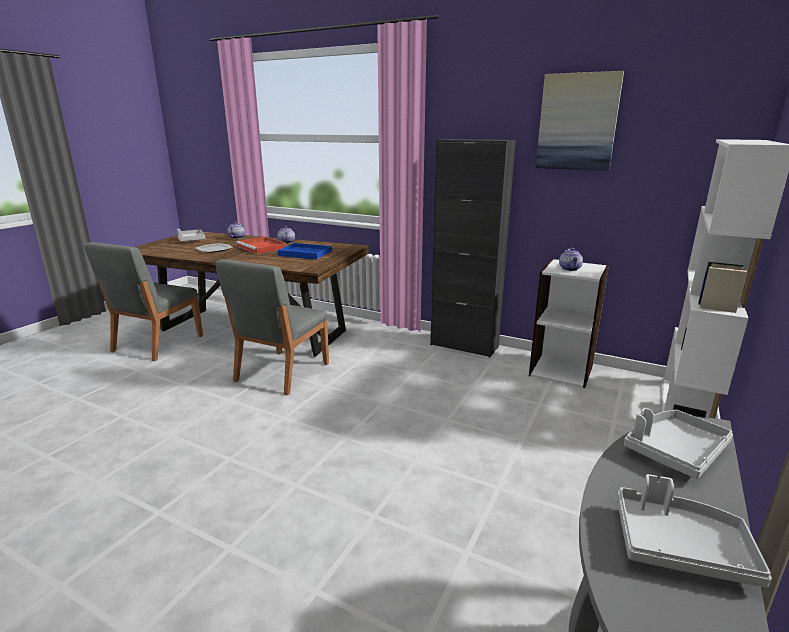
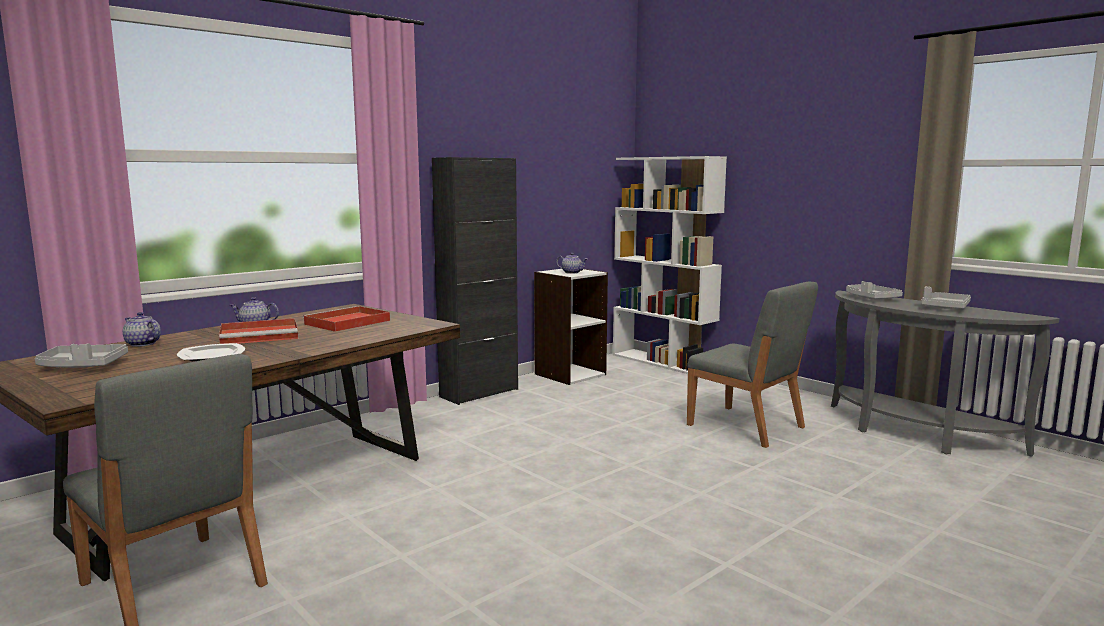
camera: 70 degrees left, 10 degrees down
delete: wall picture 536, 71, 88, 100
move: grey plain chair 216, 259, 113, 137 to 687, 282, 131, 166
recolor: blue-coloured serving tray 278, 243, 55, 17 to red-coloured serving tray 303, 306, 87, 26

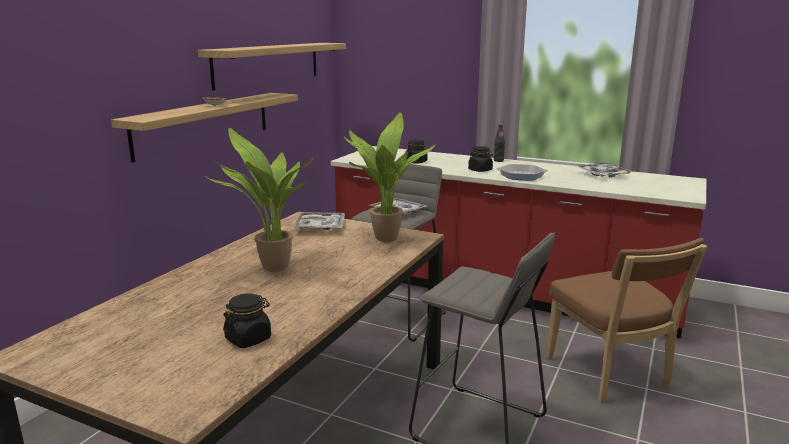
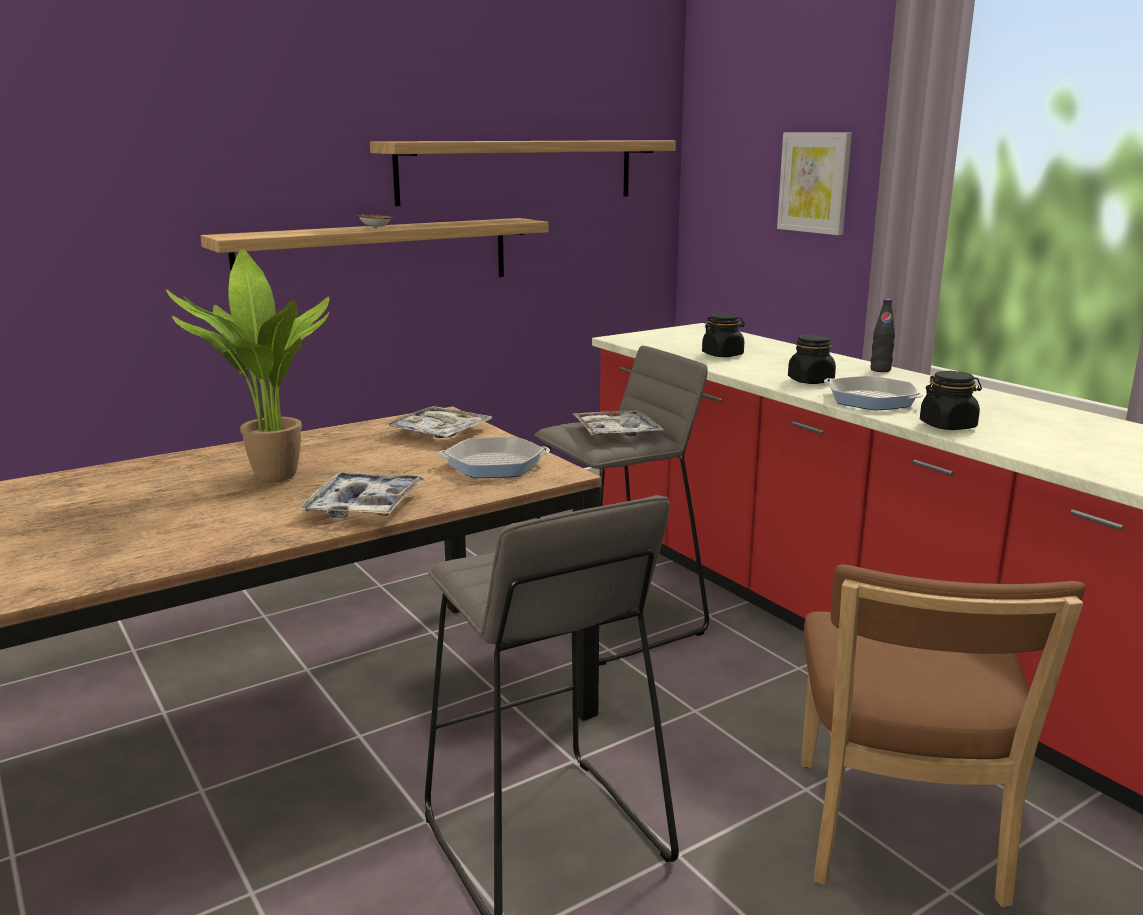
camera: 30 degrees right, 0 degrees up
insert: wall picture 777, 133, 75, 102
move: blackish preserve jar 223, 293, 48, 55 to 920, 371, 62, 59; serving tray 576, 162, 57, 16 to 298, 472, 127, 46
replace: plant in a pot 343, 112, 92, 130 to frying pan 438, 437, 112, 41

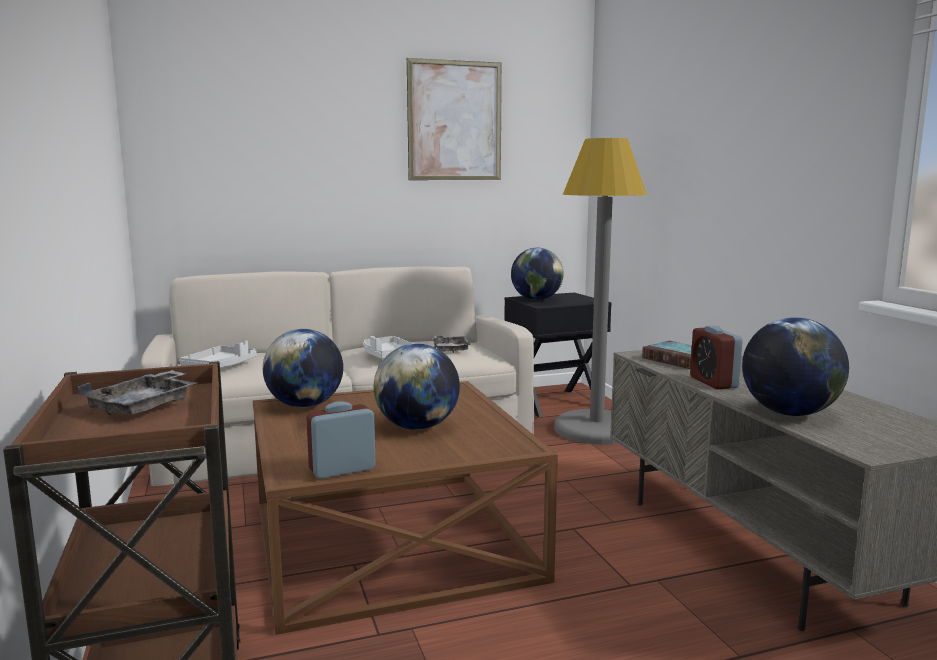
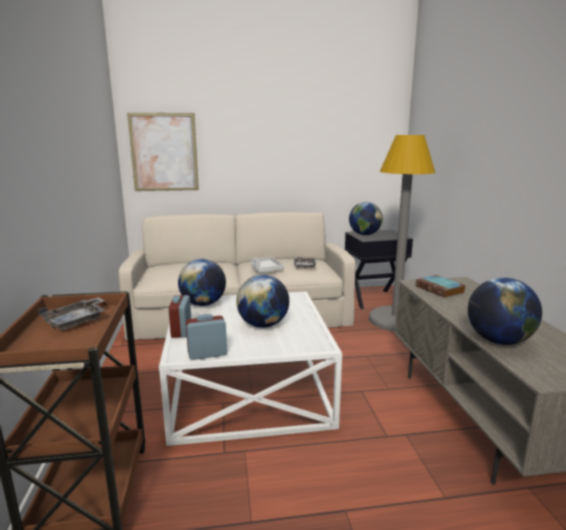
camera: 10 degrees right, 5 degrees up
delete: grey serving tray 180, 341, 77, 27
move: wall picture 407, 58, 95, 122 to 127, 113, 72, 78; alarm clock 690, 326, 53, 63 to 169, 295, 22, 43
recolor: brown-coloured lounge table 253, 381, 305, 254 to whitish lounge table 159, 292, 183, 154

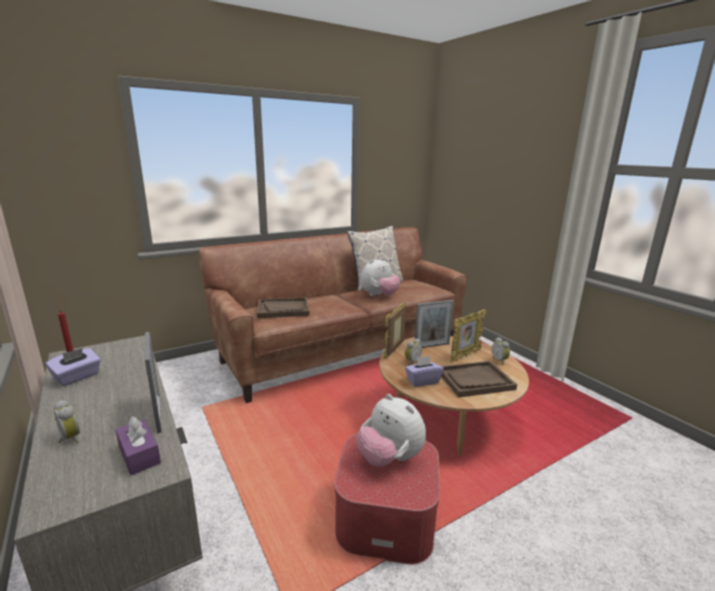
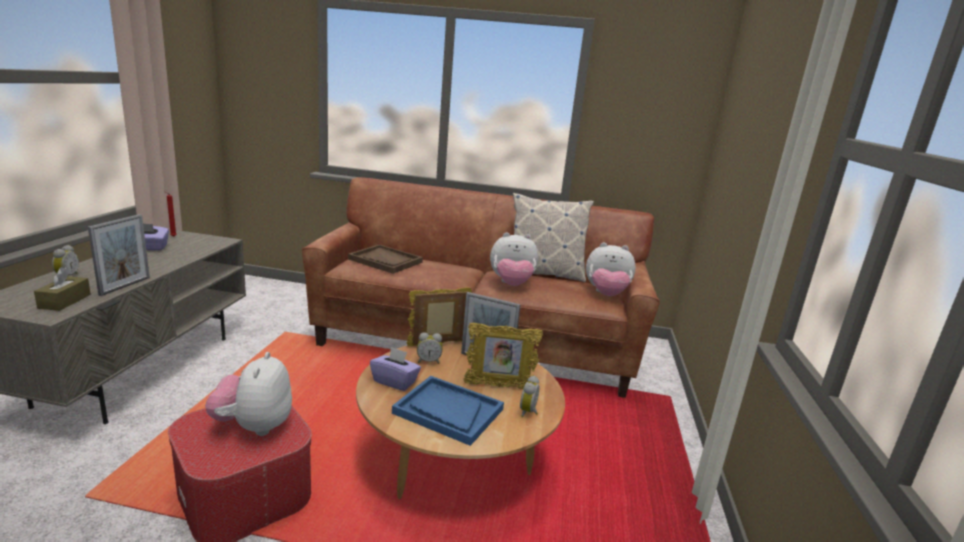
camera: 40 degrees right, 0 degrees up
insert: cuddly toy 586, 242, 50, 54
recolor: purplish box of tissues 116, 417, 45, 58 to brown-coloured box of tissues 34, 267, 57, 44; brown-coloured serving tray 441, 361, 76, 36 to blue-coloured serving tray 392, 376, 112, 70

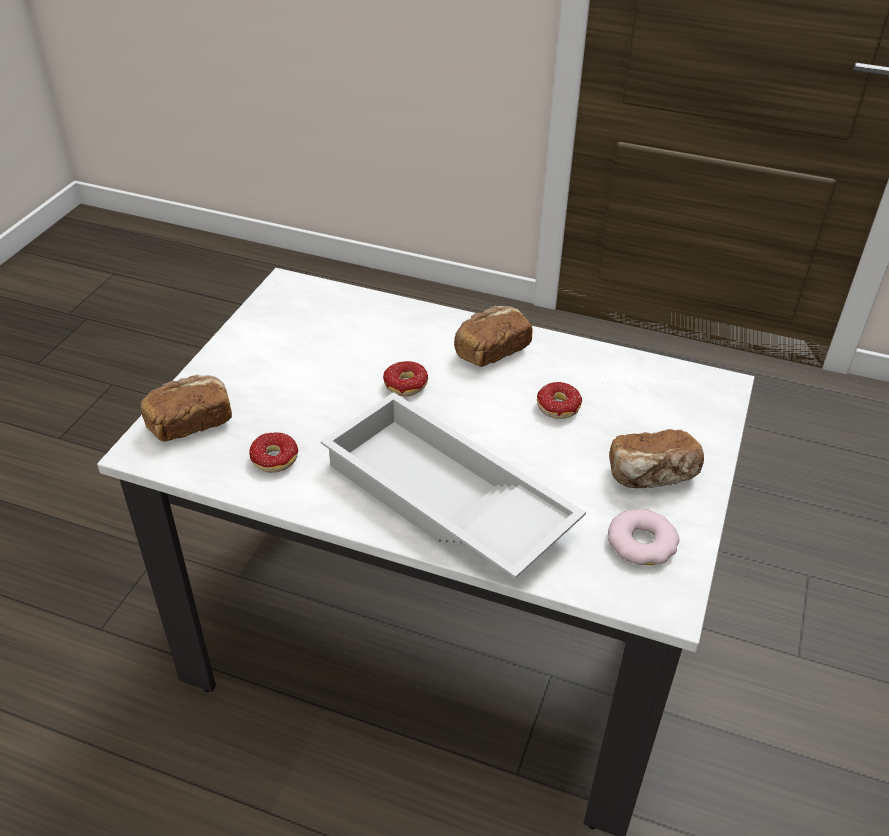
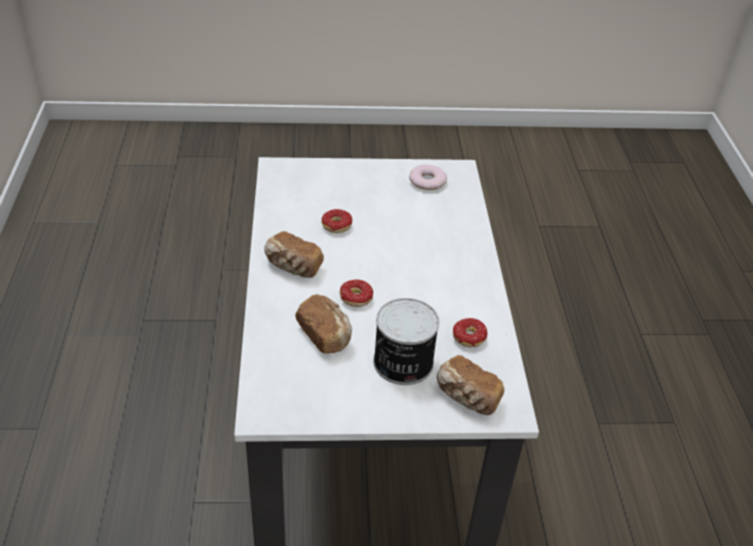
camera: 115 degrees left, 0 degrees up
delete: whitish serving tray 321, 392, 265, 187
insert: sealed can 373, 298, 66, 87
move: bread 609, 429, 95, 59 to 295, 294, 57, 60

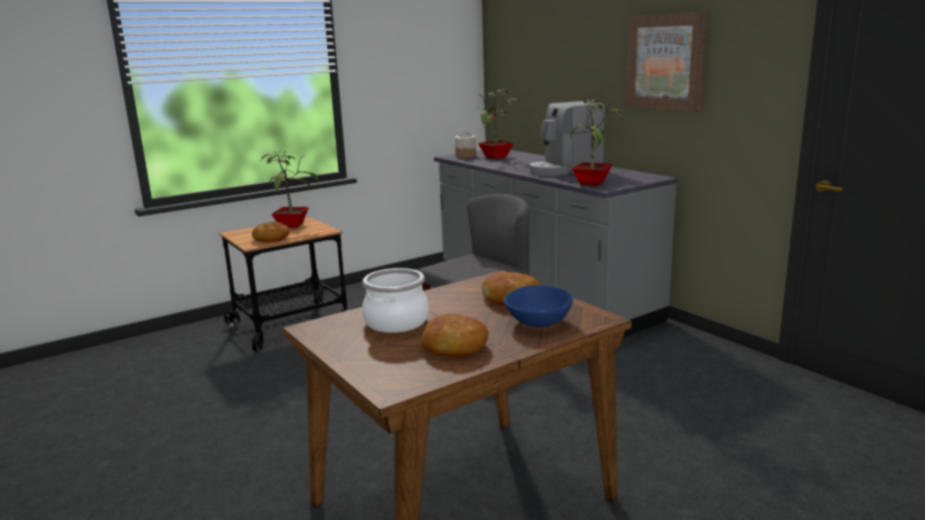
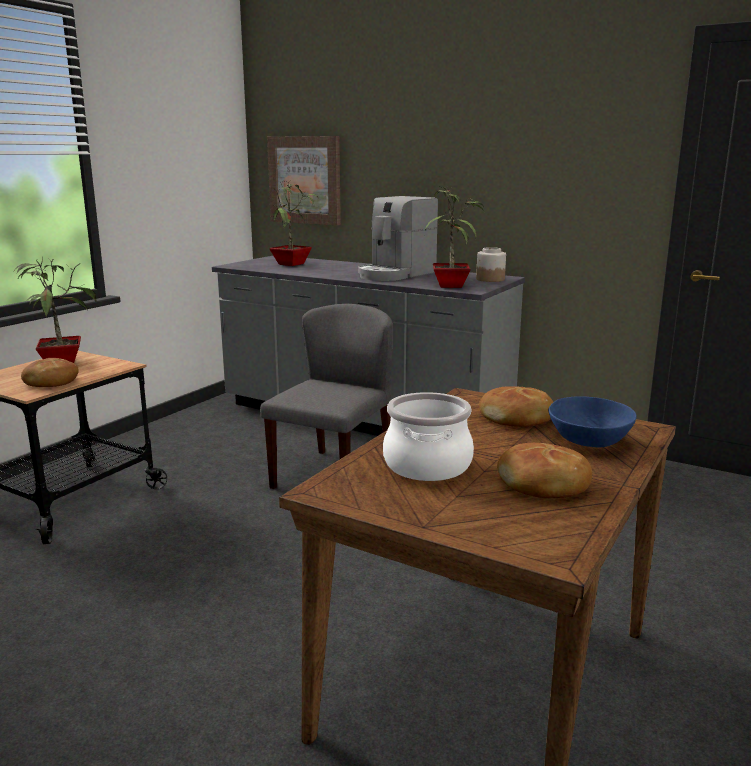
camera: 25 degrees left, 0 degrees up
move: preserve jar 455, 133, 21, 25 to 476, 247, 30, 35; wall picture 626, 12, 82, 100 to 267, 136, 74, 89

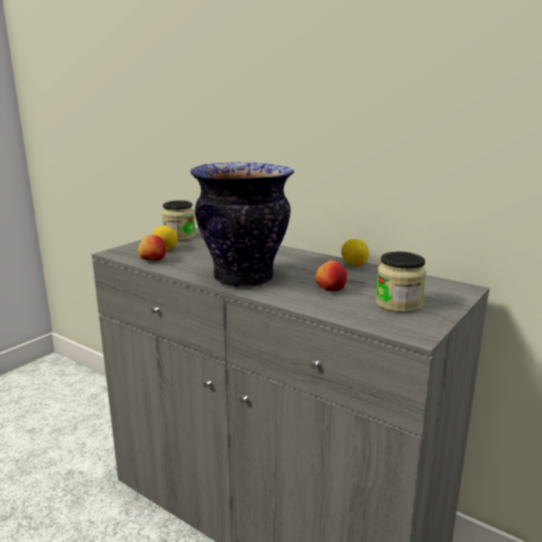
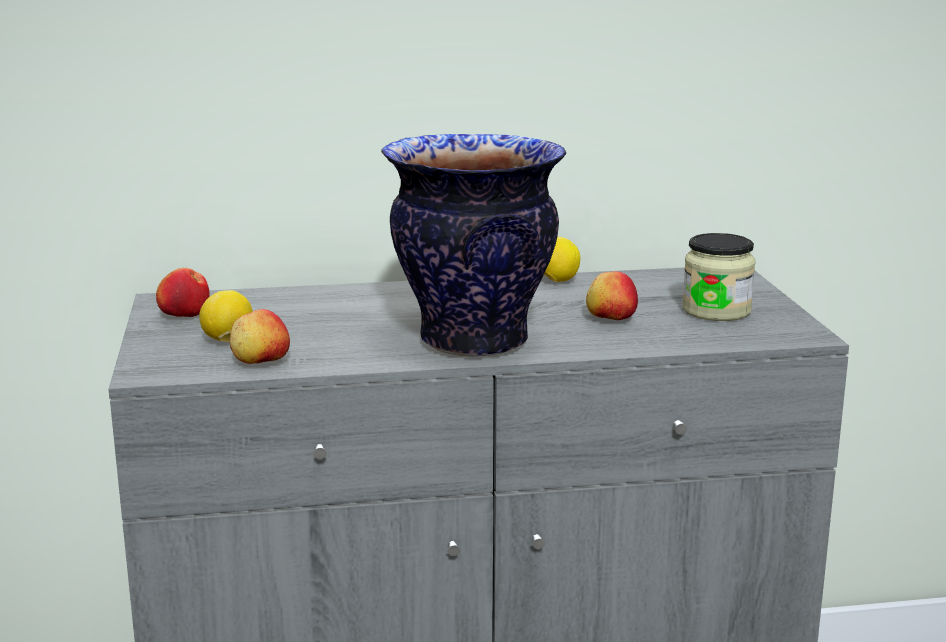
camera: 45 degrees left, 0 degrees up
replace: preserve jar 162, 200, 34, 41 to apple 156, 268, 54, 49

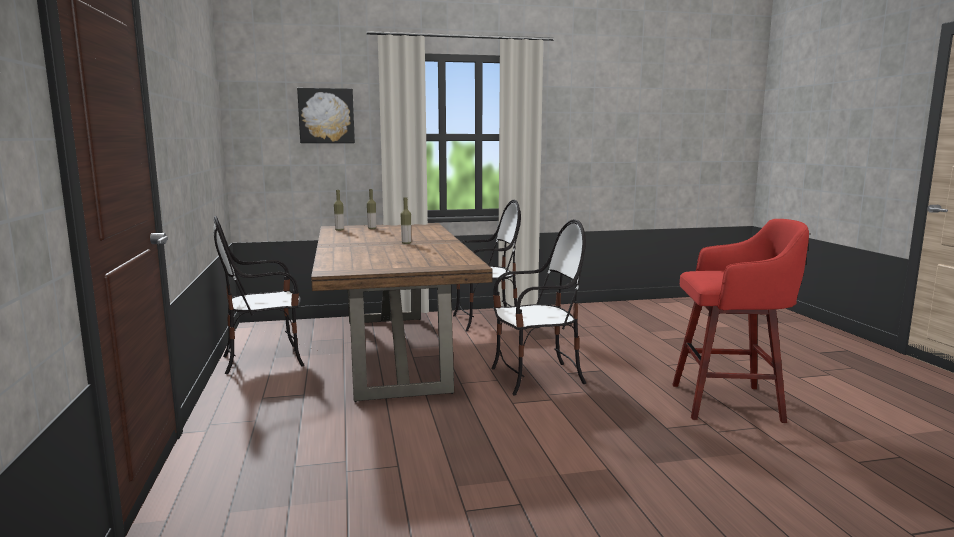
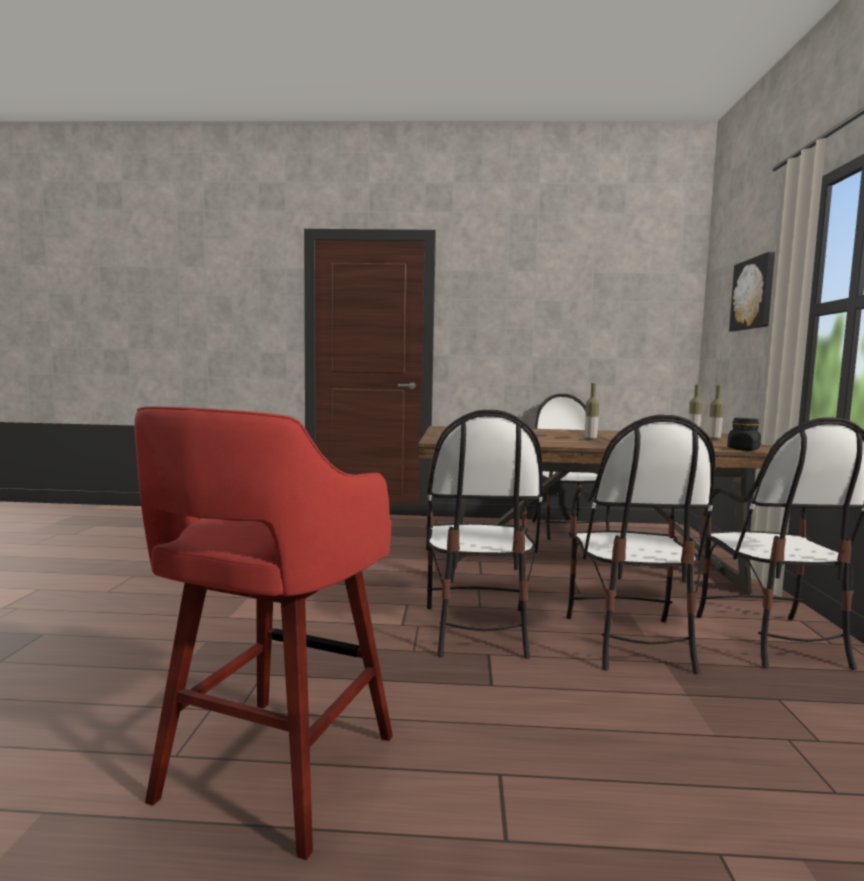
camera: 105 degrees right, 5 degrees down
insert: plain chair 566, 415, 149, 259; blackish preserve jar 727, 418, 34, 33

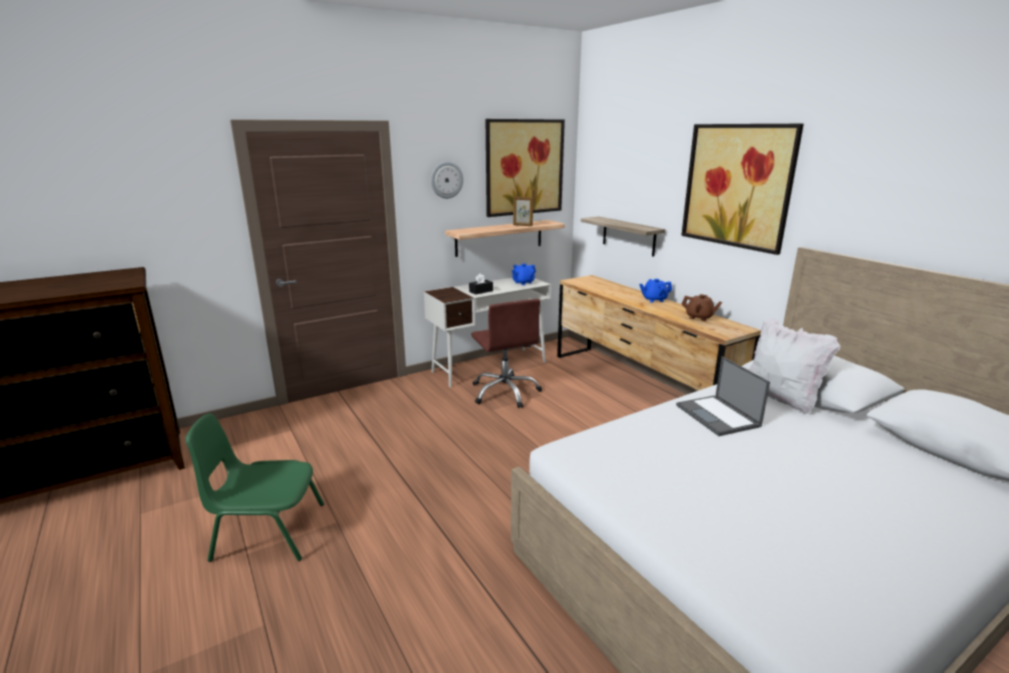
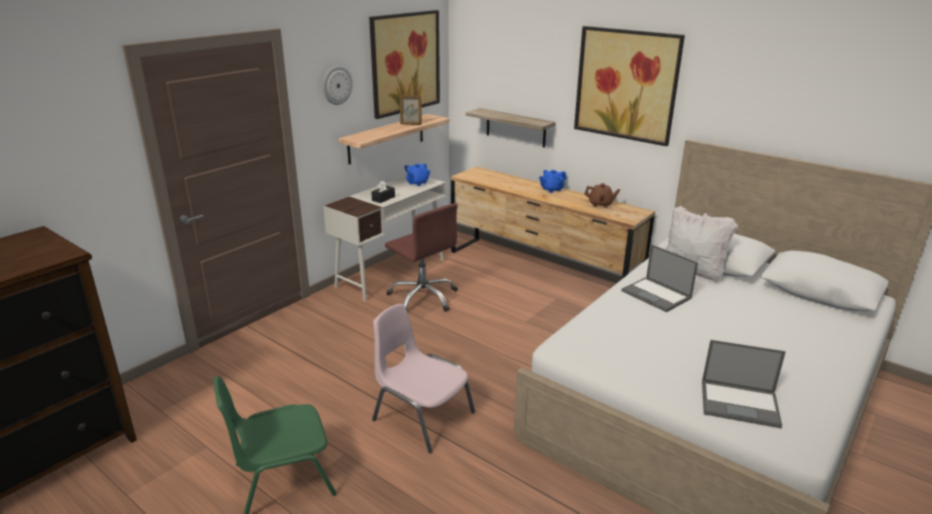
camera: 20 degrees left, 5 degrees up
insert: pink plain chair 372, 304, 103, 149; notebook computer 702, 340, 84, 88

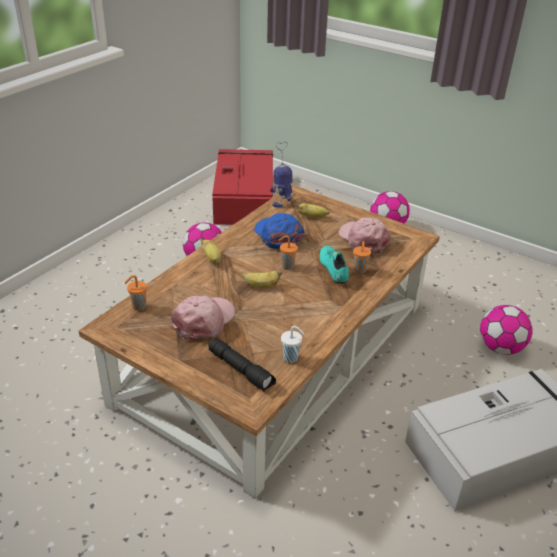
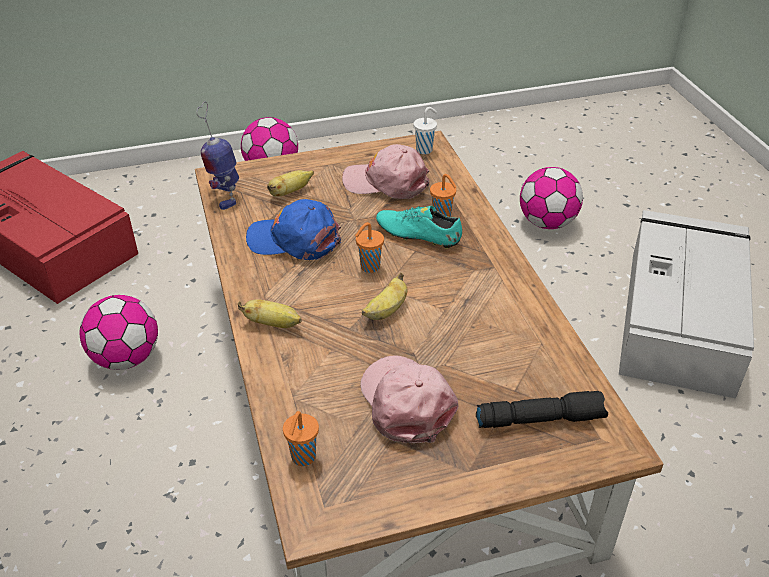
camera: 50 degrees left, 5 degrees up
move: whitish cup 281, 326, 23, 37 to 414, 107, 23, 47

